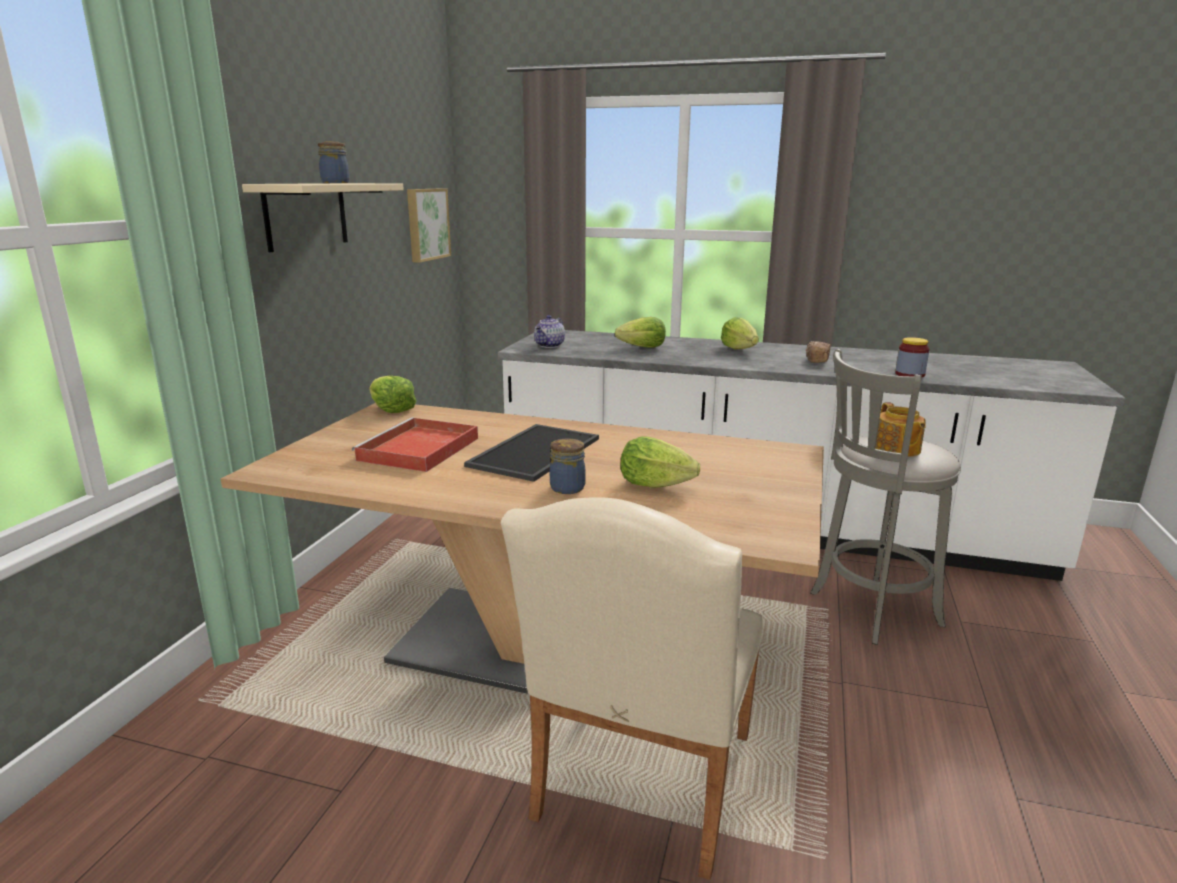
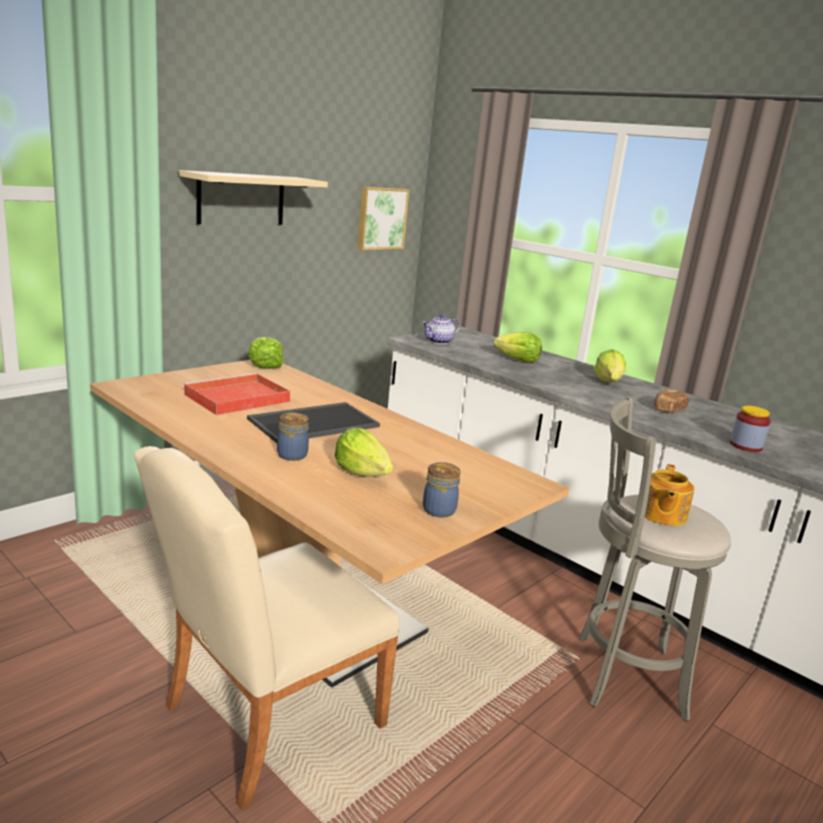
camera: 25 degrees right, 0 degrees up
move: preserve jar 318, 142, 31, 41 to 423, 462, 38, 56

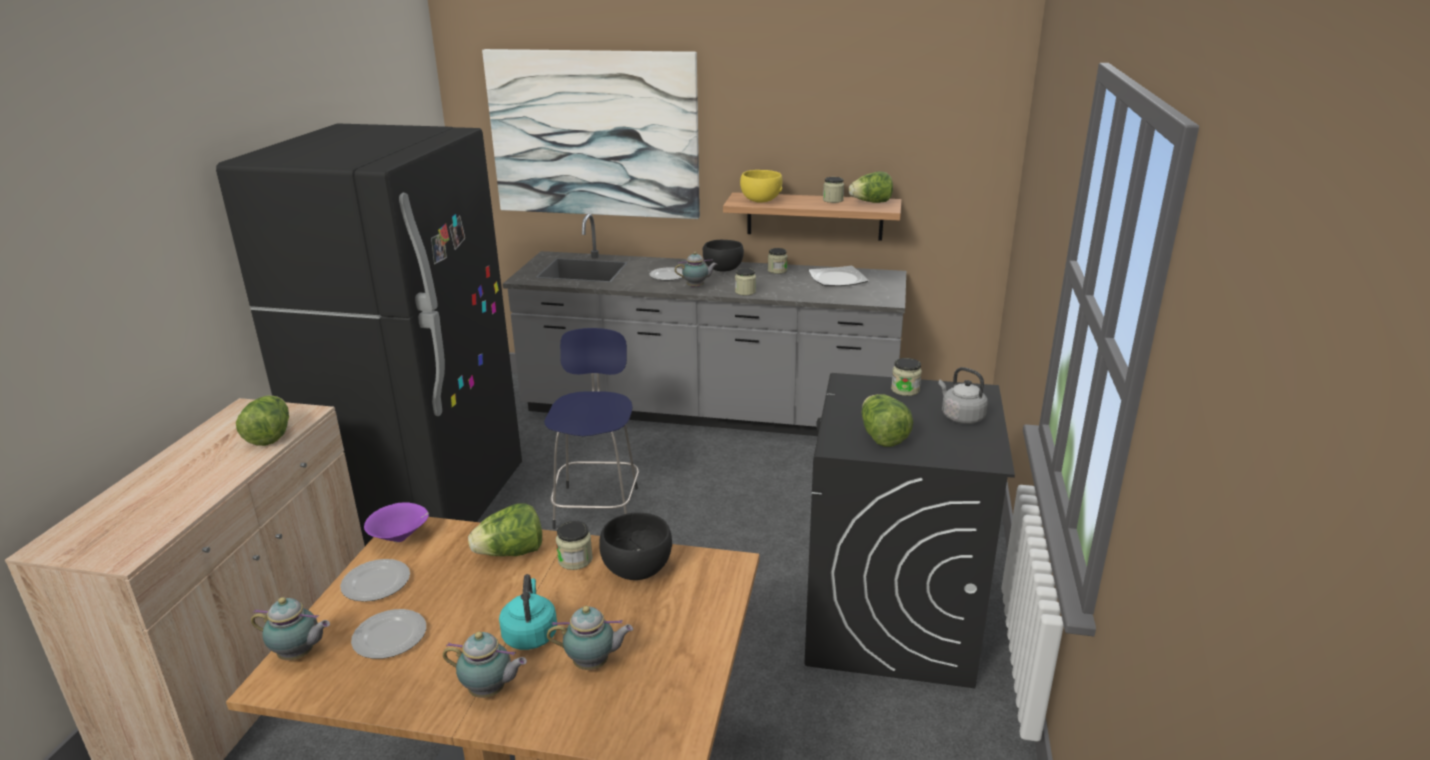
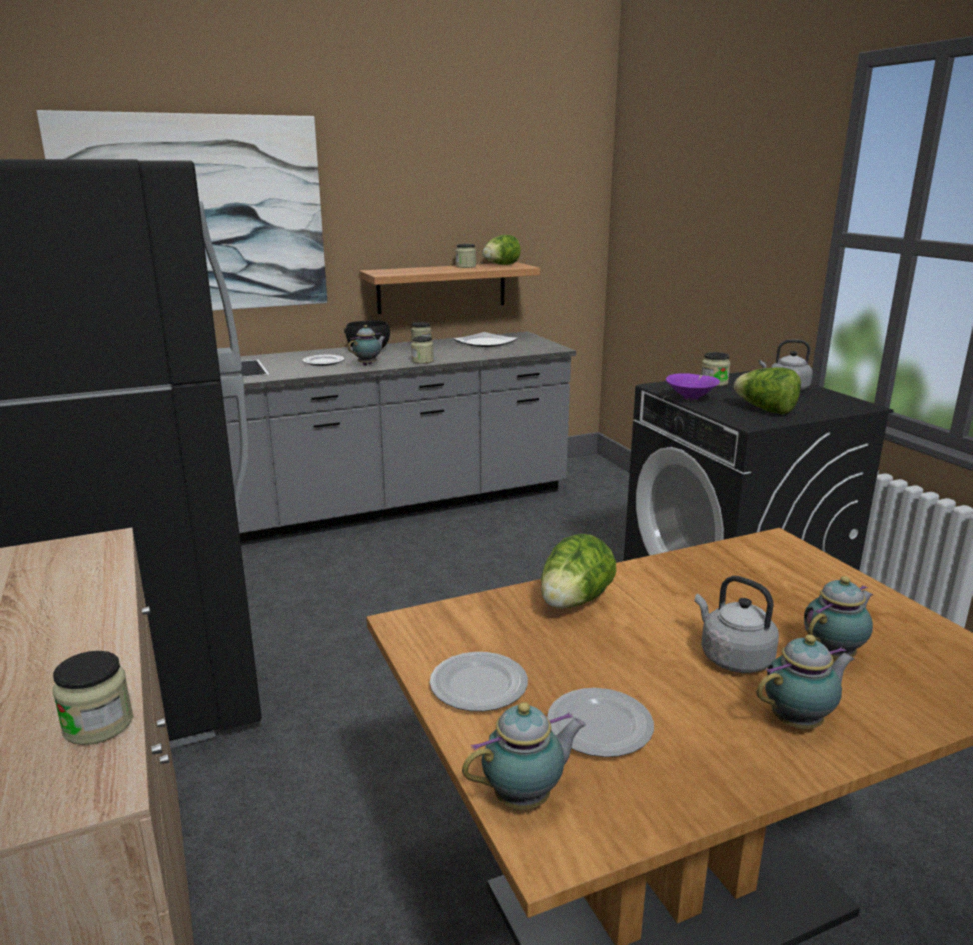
camera: 35 degrees left, 5 degrees down
delete: head of lettuce 236, 395, 53, 51; blue-coloured stool 544, 328, 95, 201; blackish serving bowl 599, 512, 73, 68; yellowish serving bowl 740, 170, 42, 33
move: purplish serving bowl 364, 502, 65, 40 to 666, 373, 54, 28; preserve jar 556, 521, 37, 49 to 53, 651, 80, 94
recolor: turquoise water kettle 499, 574, 58, 76 to grey water kettle 695, 576, 84, 97

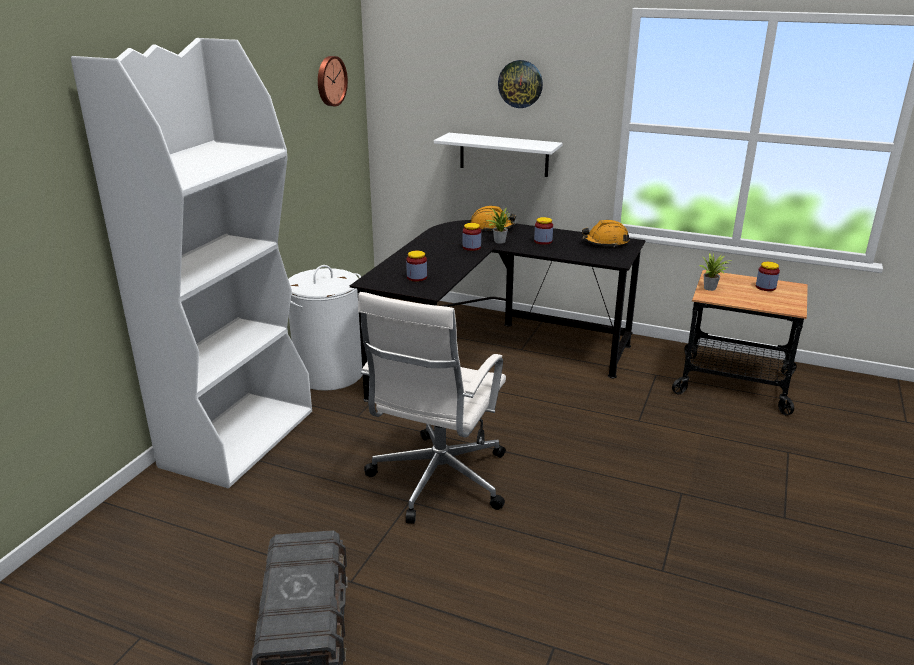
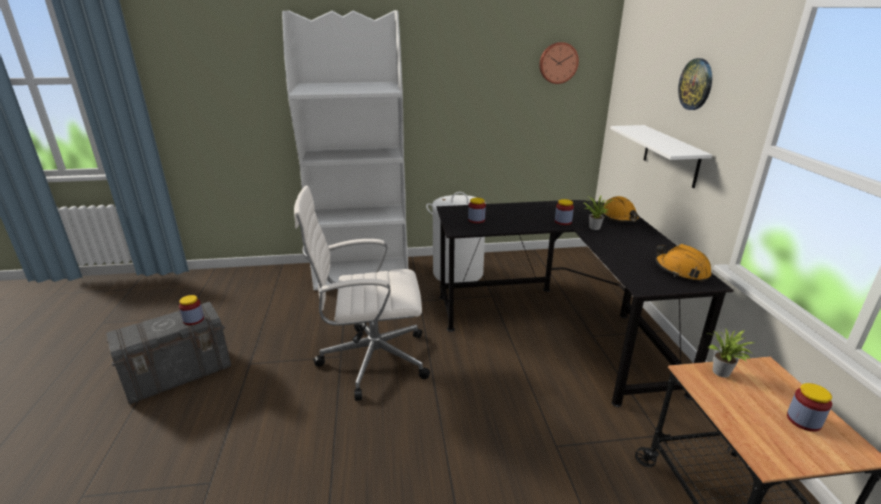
camera: 60 degrees right, 0 degrees up
move: preserve jar 534, 217, 19, 28 to 179, 295, 25, 30

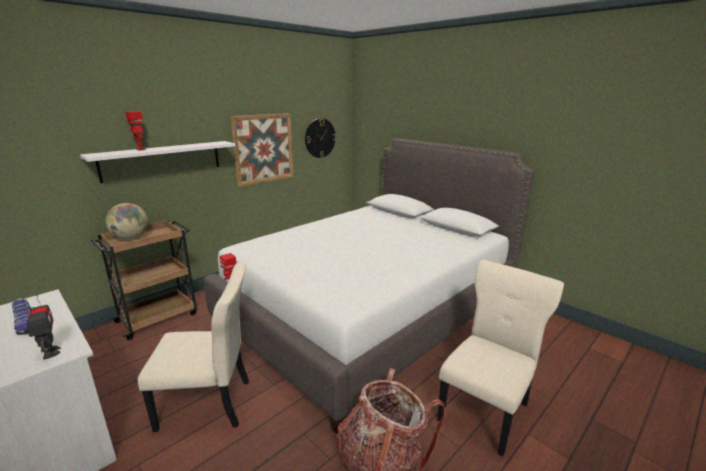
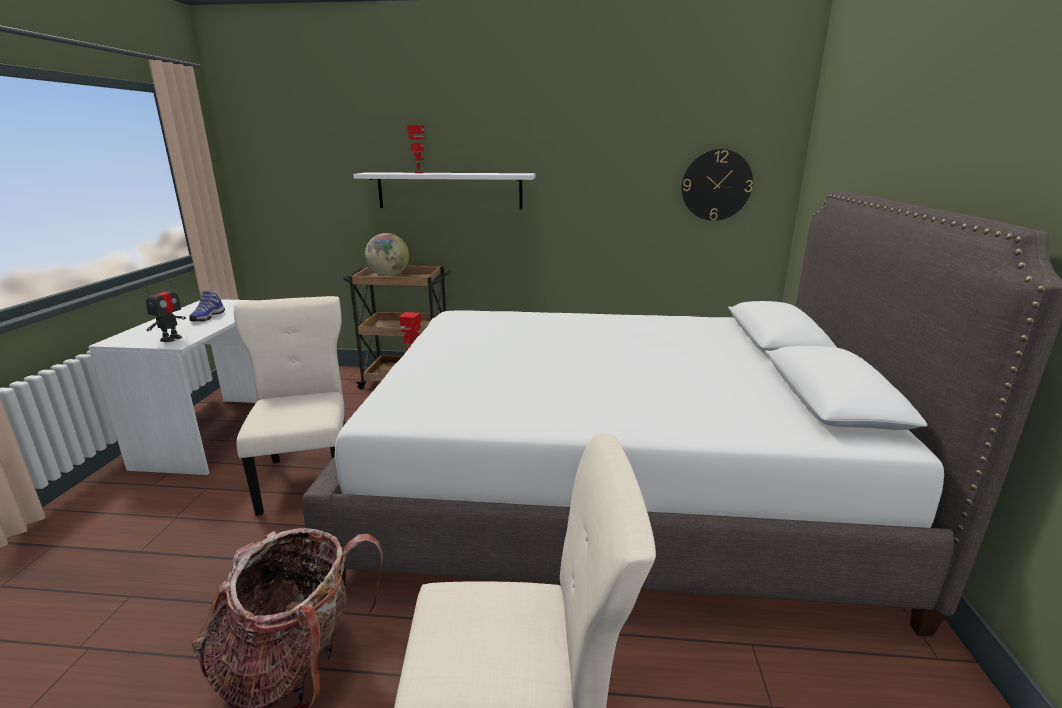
camera: 50 degrees right, 0 degrees up
delete: wall picture 230, 113, 64, 74
rotate: beige plain chair 138, 262, 111, 170 = 234, 296, 111, 220 150 degrees counterclockwise

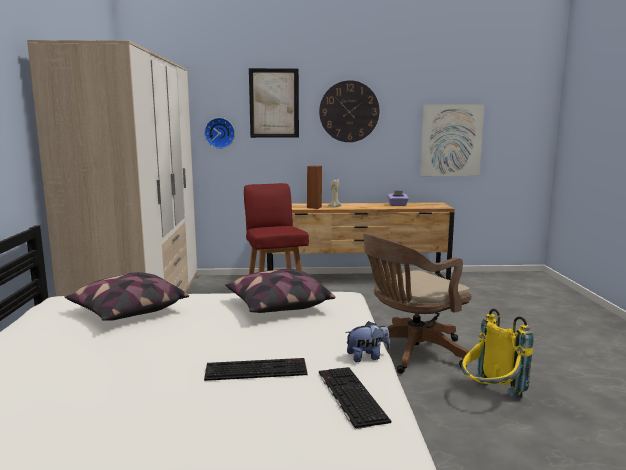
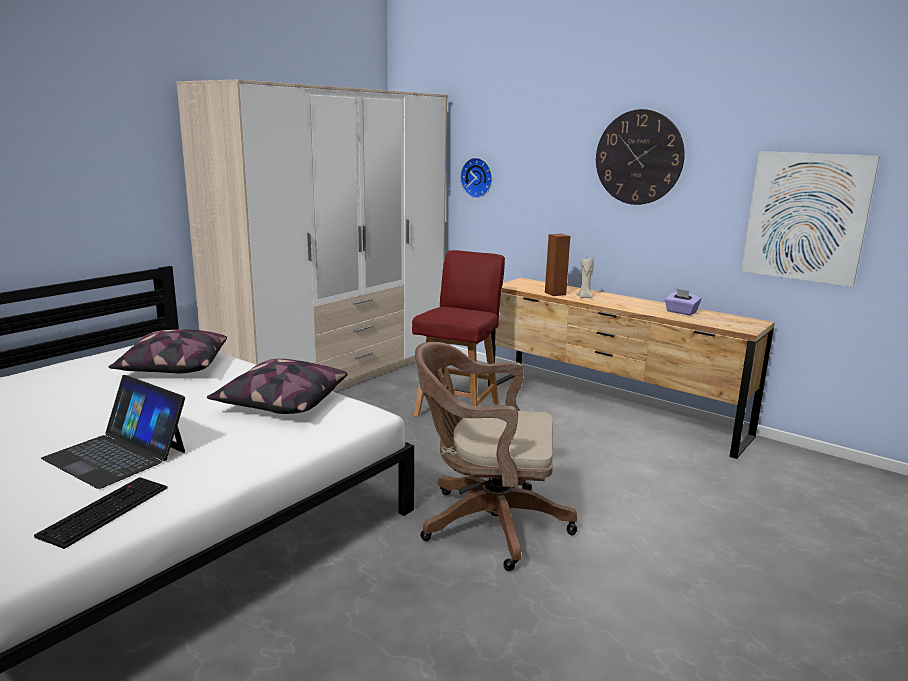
camera: 40 degrees right, 5 degrees up
delete: wall picture 249, 68, 50, 70; cuddly toy 345, 321, 45, 41; yellowish rucksack 461, 309, 73, 91
replace: keyboard 204, 358, 104, 23 to notebook computer 41, 375, 144, 114

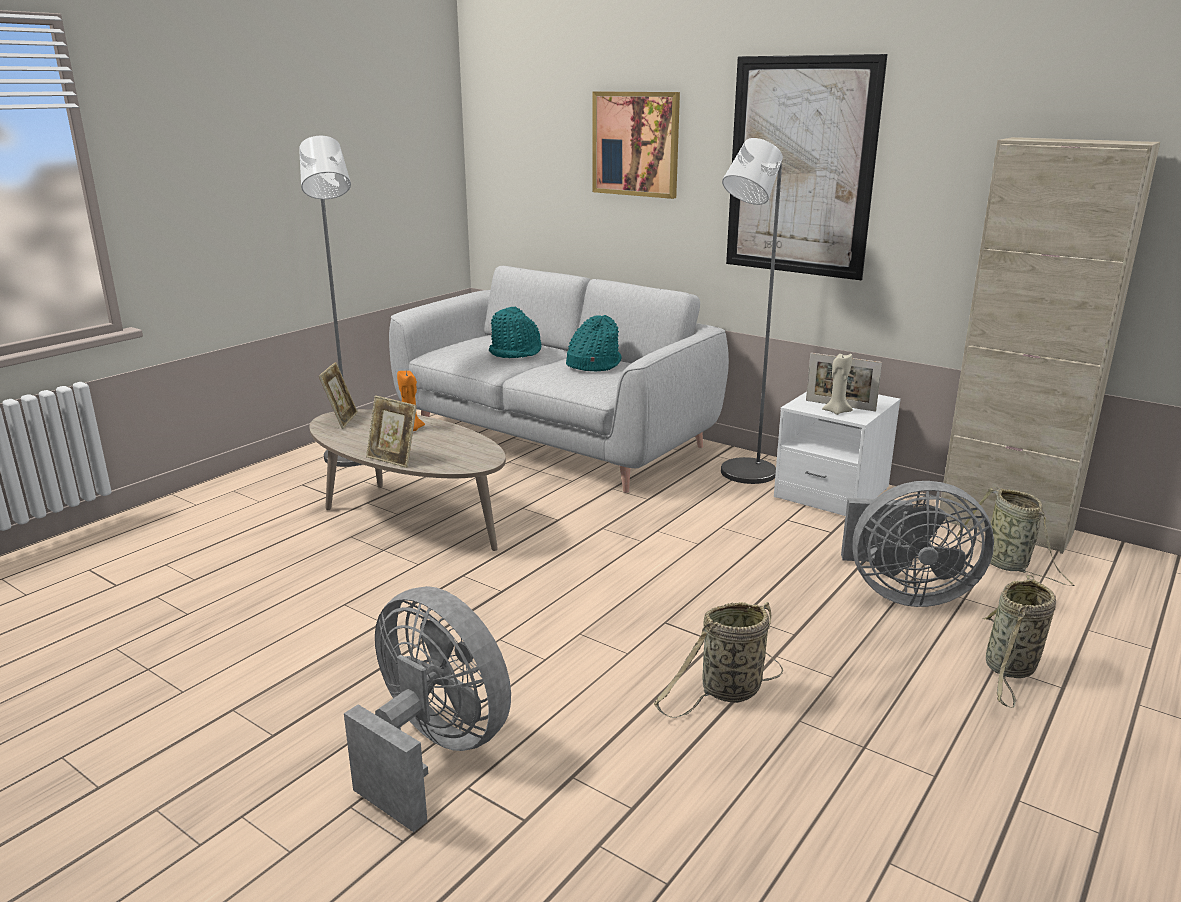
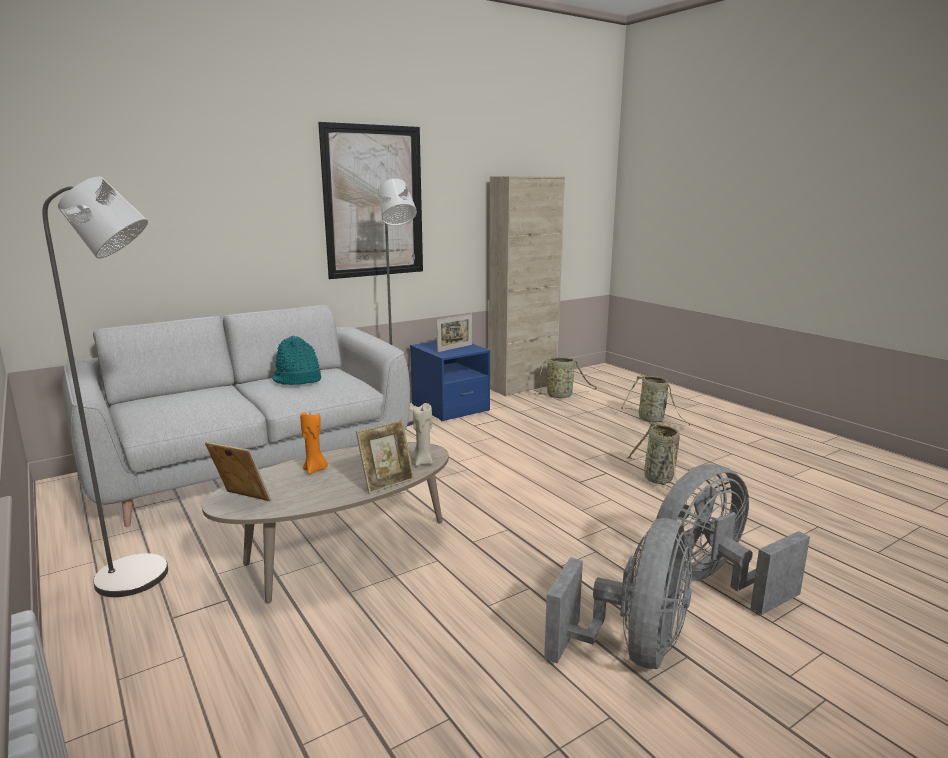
camera: 70 degrees left, 5 degrees down
delete: turquoise wearable hat 489, 307, 53, 51; wall picture 592, 91, 88, 108
move: beige wax light 822, 354, 31, 61 to 411, 403, 23, 63; grey electric fan 841, 481, 153, 126 to 544, 518, 148, 151
recolor: whitish night table 774, 392, 127, 124 to blue-coloured night table 410, 341, 80, 81

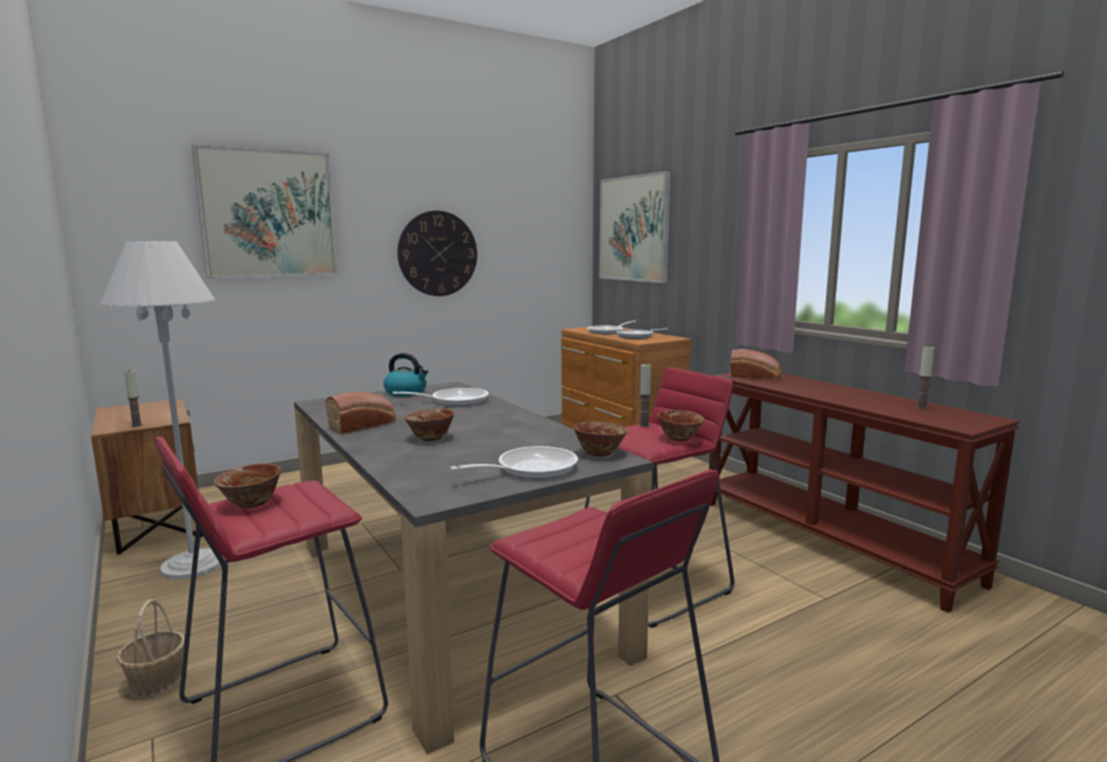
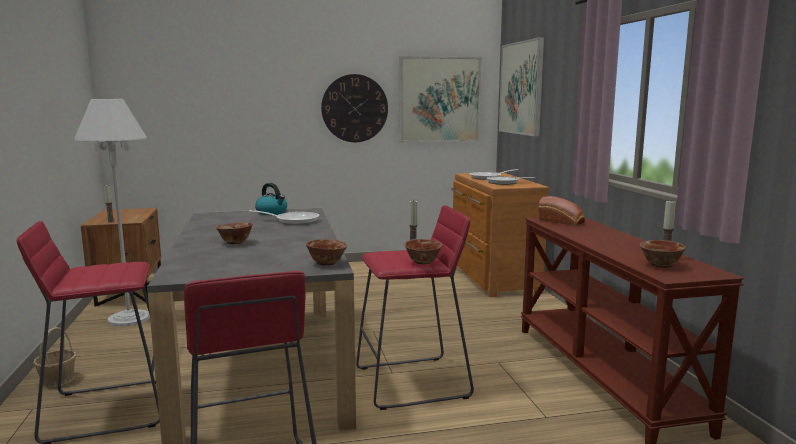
camera: 20 degrees right, 0 degrees up
delete: bread 326, 392, 70, 42; frying pan 450, 446, 128, 33
move: wall picture 192, 144, 146, 135 to 399, 56, 83, 86; serving bowl 214, 463, 67, 45 to 640, 240, 46, 28

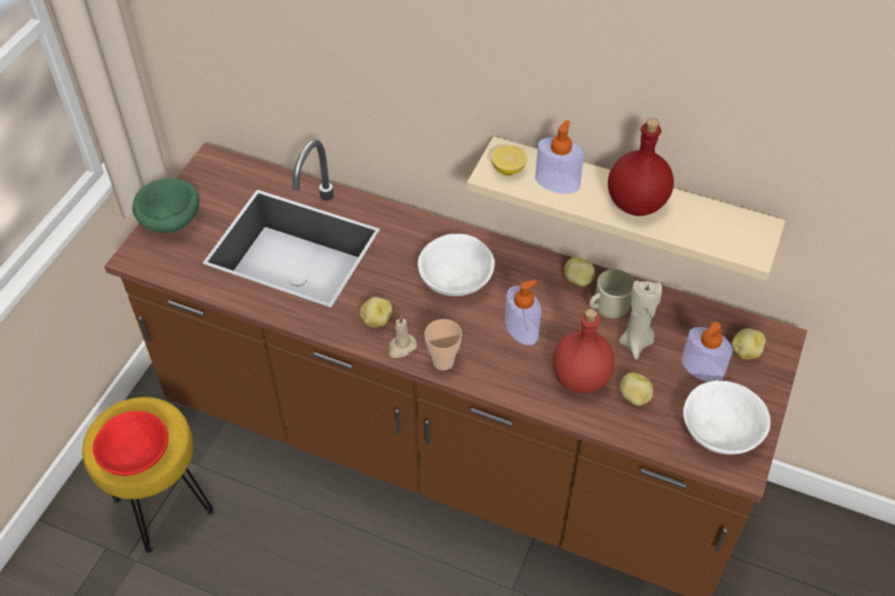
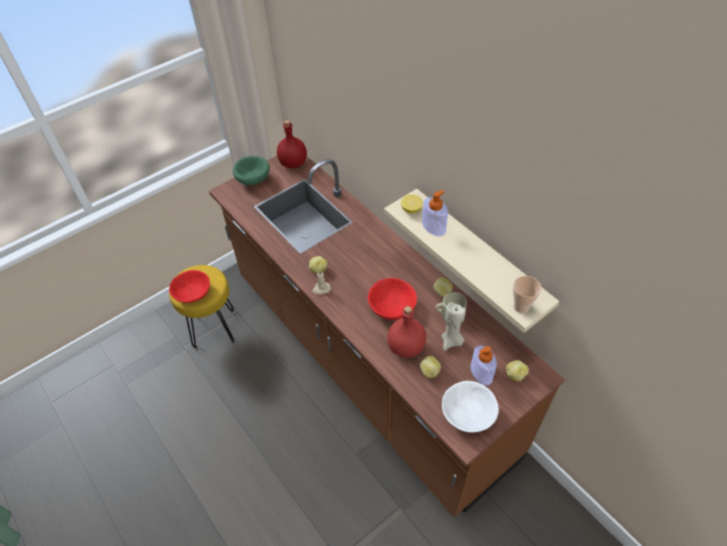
camera: 30 degrees right, 0 degrees up
delete: whitish serving bowl 418, 234, 77, 62
move: cup 424, 319, 38, 51 to 513, 276, 28, 37; red-coloured bottle 608, 118, 66, 98 to 277, 120, 30, 48
replace: soap dispenser 505, 280, 36, 66 to red-coloured serving bowl 368, 278, 49, 42

